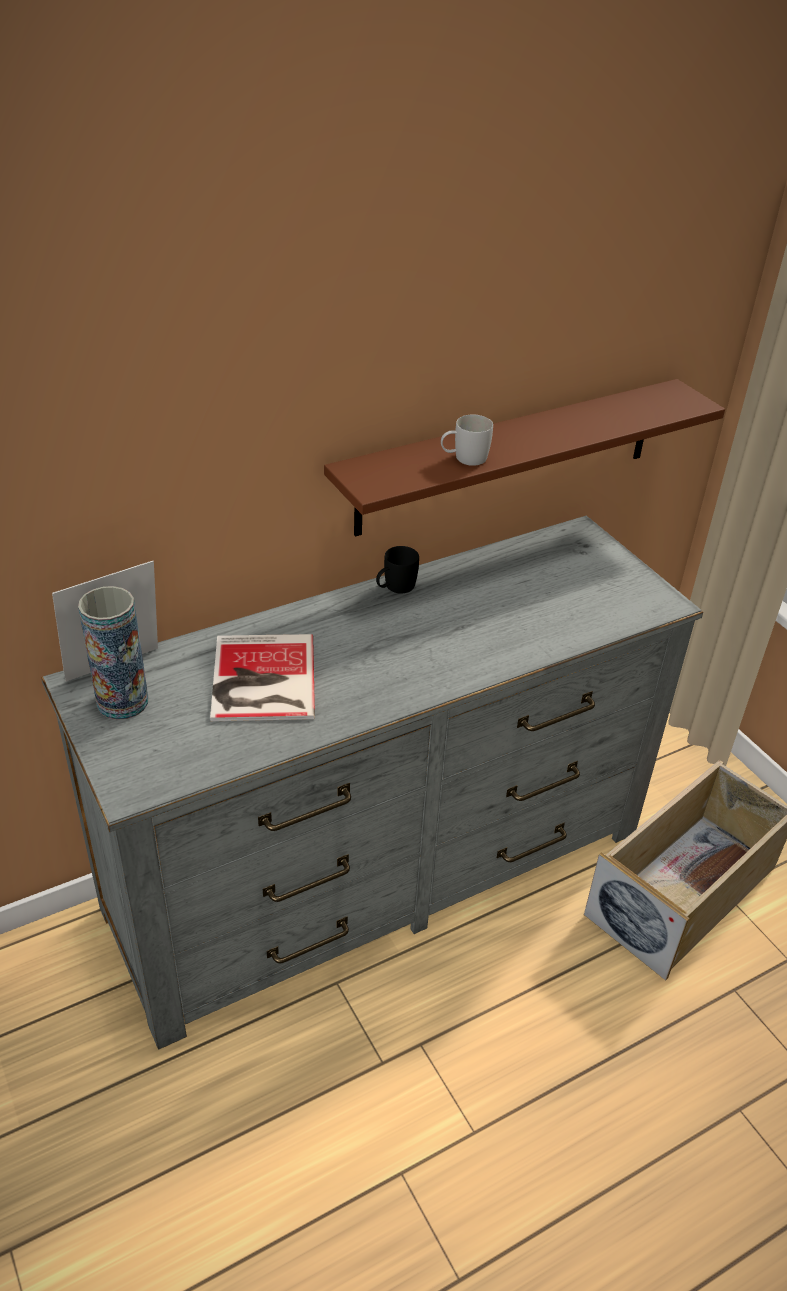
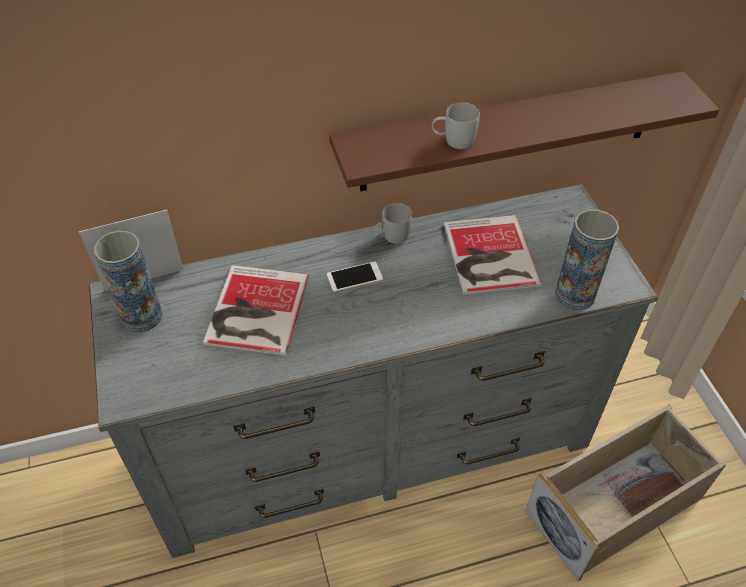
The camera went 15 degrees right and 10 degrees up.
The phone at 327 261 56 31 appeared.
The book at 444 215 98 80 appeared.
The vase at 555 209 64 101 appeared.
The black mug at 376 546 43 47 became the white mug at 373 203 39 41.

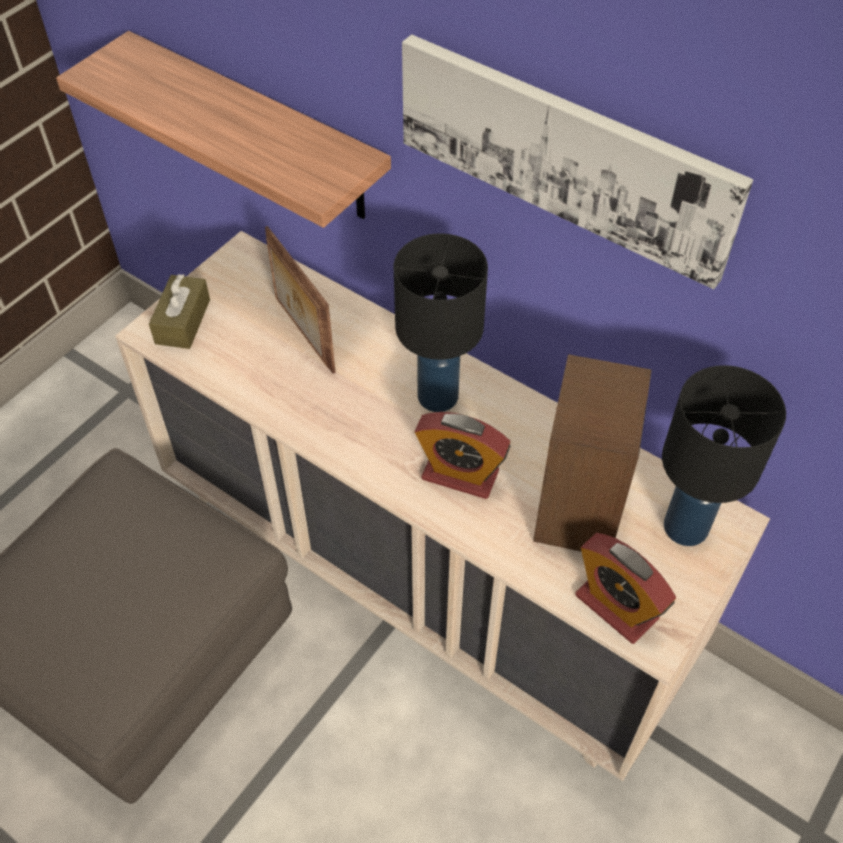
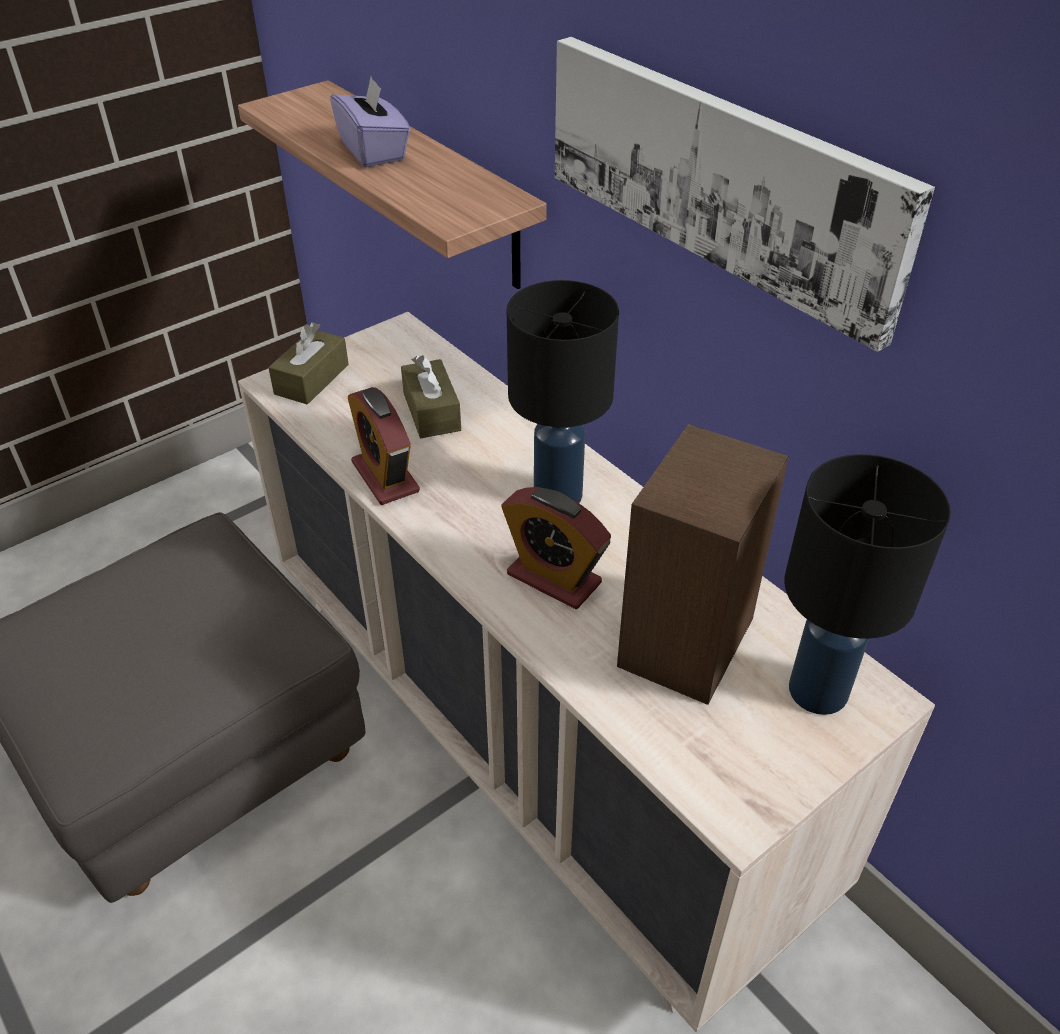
The camera went 15 degrees right and 10 degrees down.
The purple tissue box at 330 77 81 90 appeared.
The alarm clock moved from 575 533 101 111 to 347 387 73 118.
The picture frame at 265 226 71 148 was replaced by the brown tissue box at 401 355 60 83.

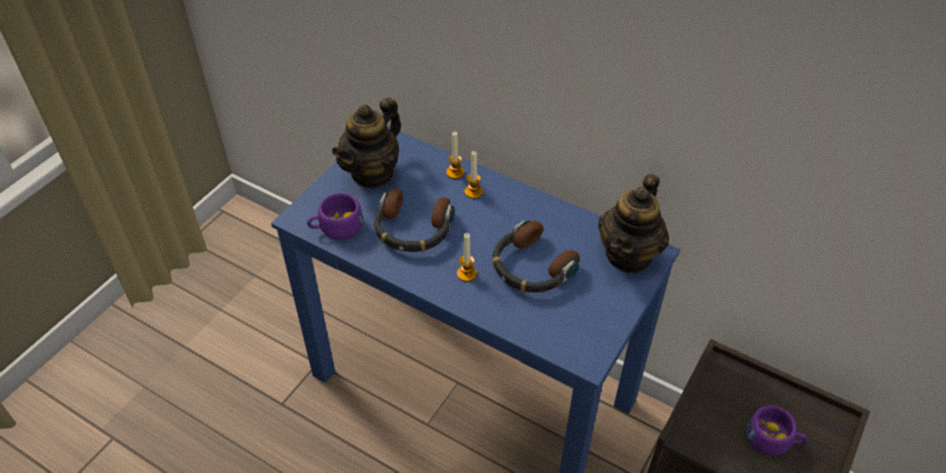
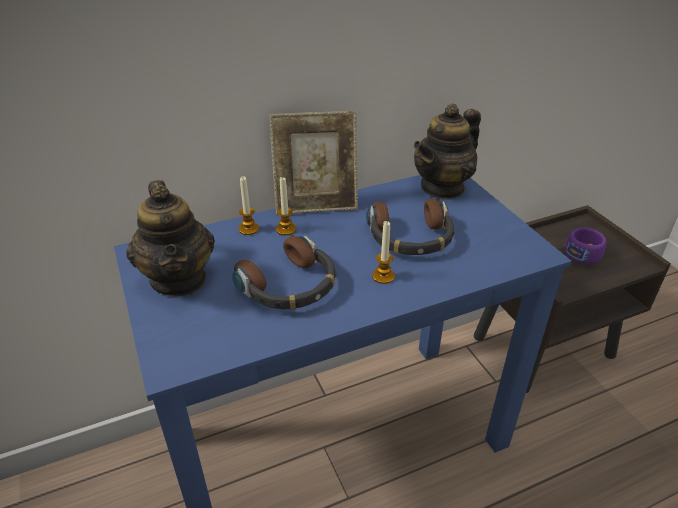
The camera went 55 degrees left and 10 degrees down.
The purple cup at 307 193 56 47 disappeared.
The picture frame at 269 111 89 104 appeared.
The teapot at 598 174 71 99 turned 75 degrees clockwise.

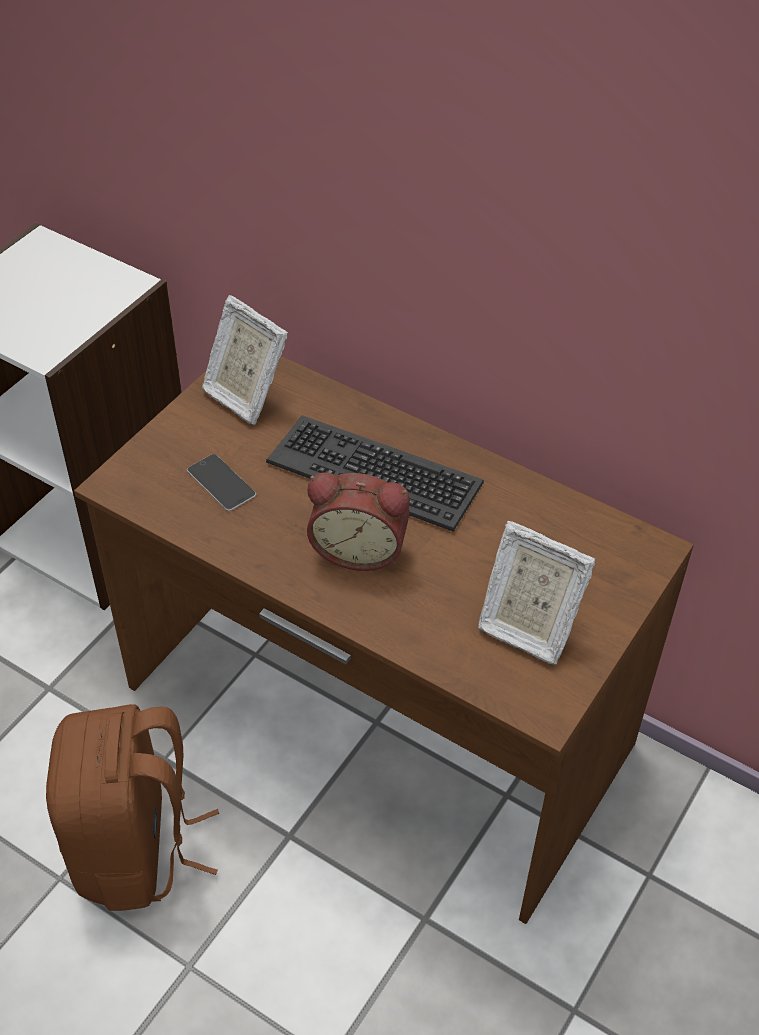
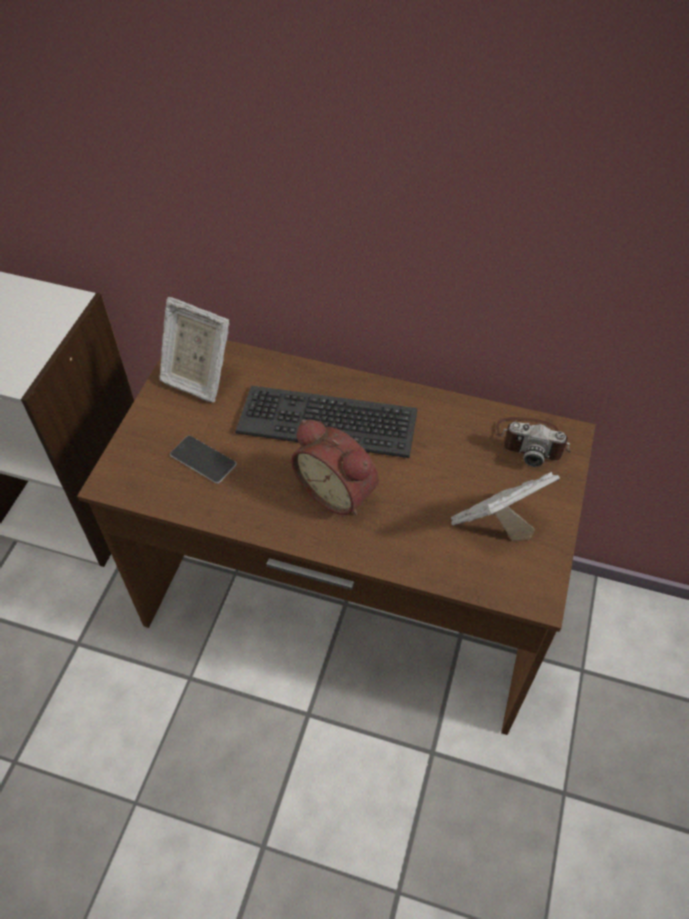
The camera went 15 degrees left and 5 degrees up.
The brown backpack at 46 704 173 207 disappeared.
The photo camera at 496 417 75 50 appeared.
The alarm clock at 307 472 103 99 turned 45 degrees clockwise.
The picture frame at 478 521 117 143 turned 135 degrees clockwise.

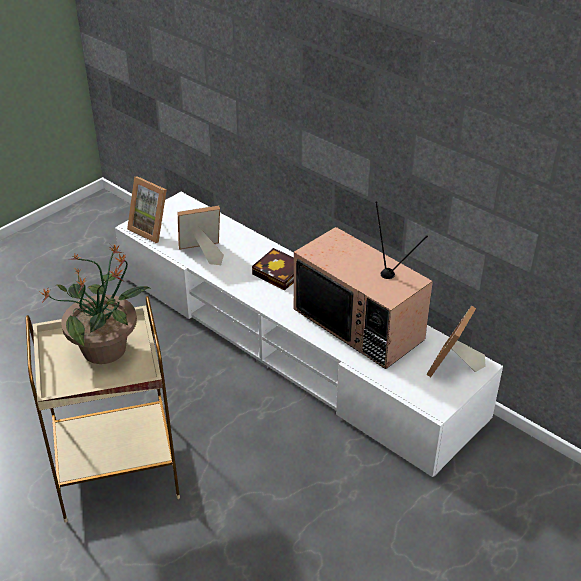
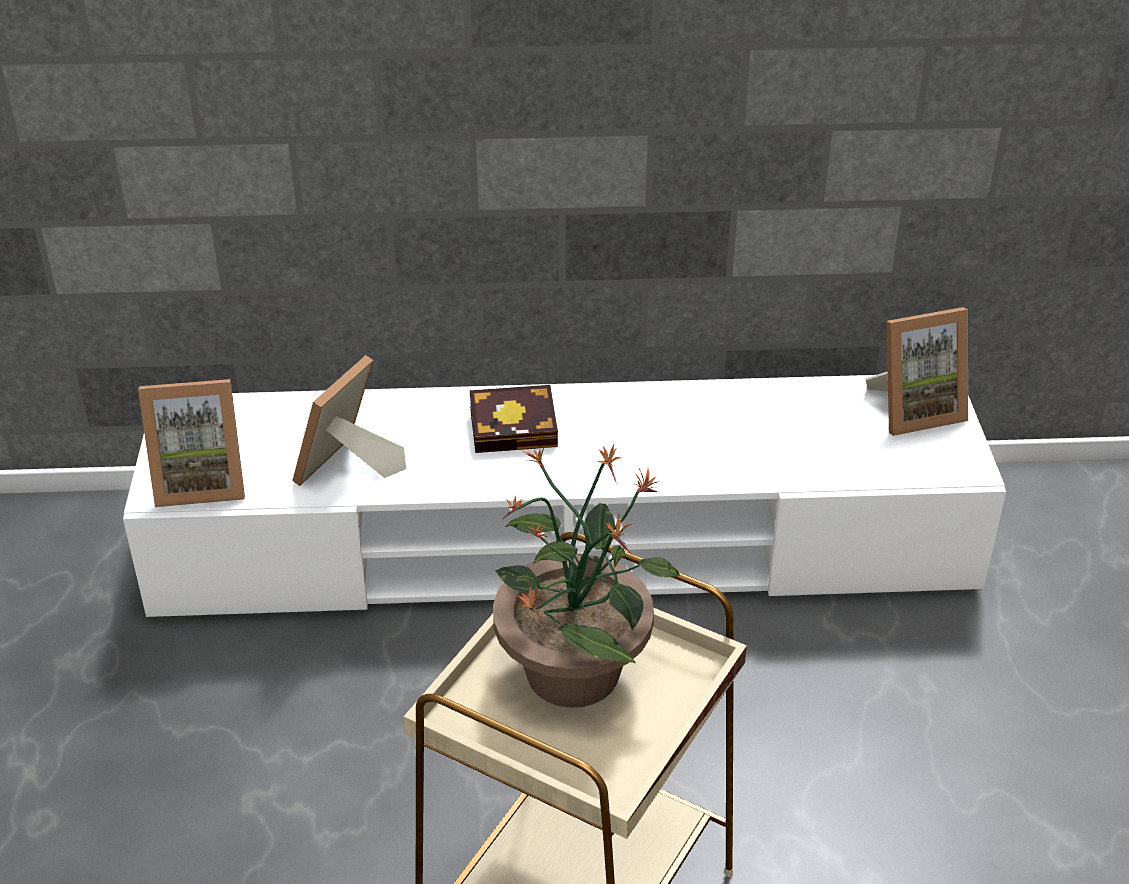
The camera went 45 degrees left and 0 degrees up.
The television at 294 201 139 168 disappeared.
The picture frame at 426 306 59 71 turned 90 degrees counterclockwise.

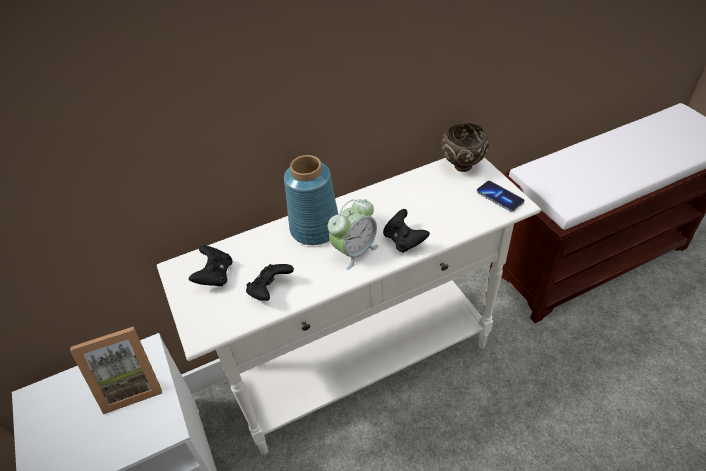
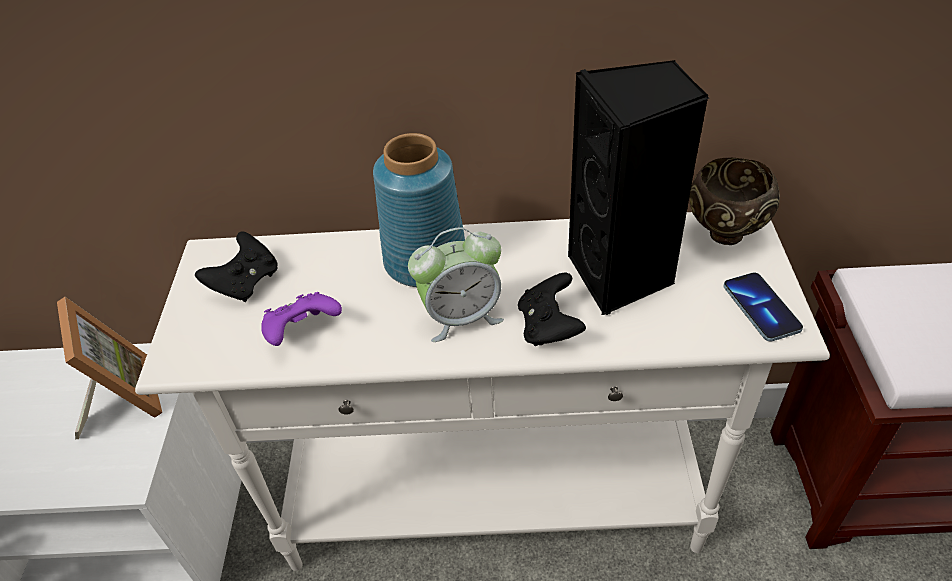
The camera went 25 degrees right and 0 degrees up.
The black speaker at 568 60 141 255 appeared.
The black game controller at 246 264 48 37 became the purple game controller at 261 292 81 54.
The picture frame at 70 326 92 88 turned 120 degrees counterclockwise.

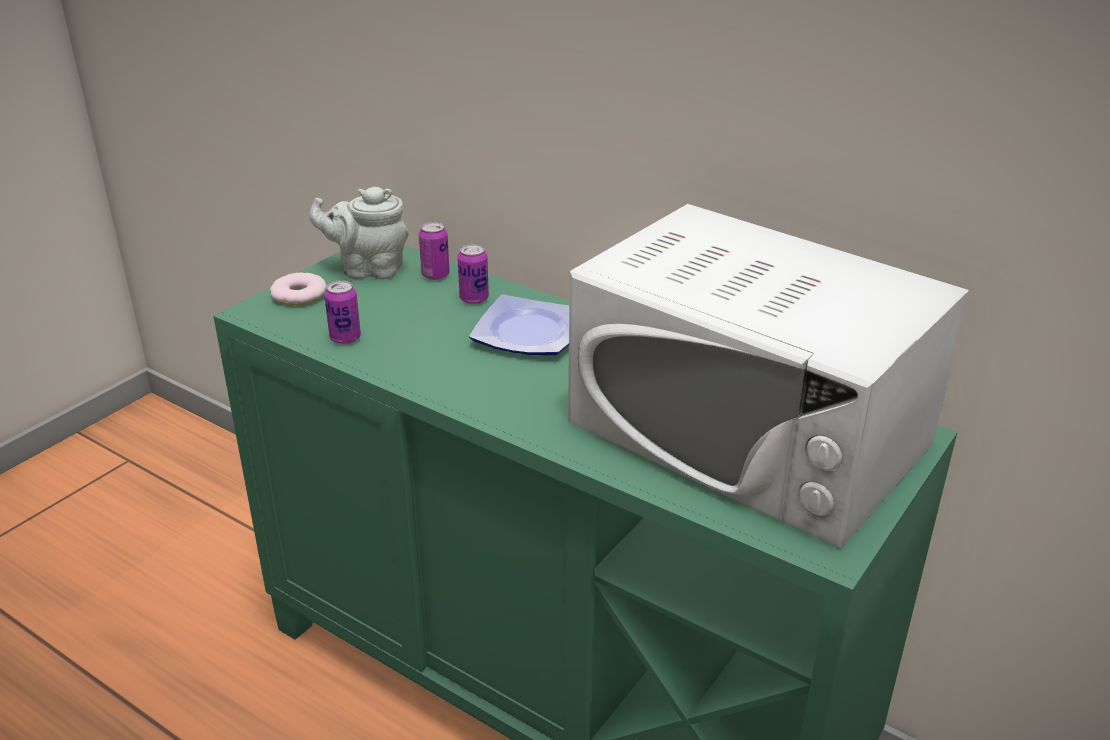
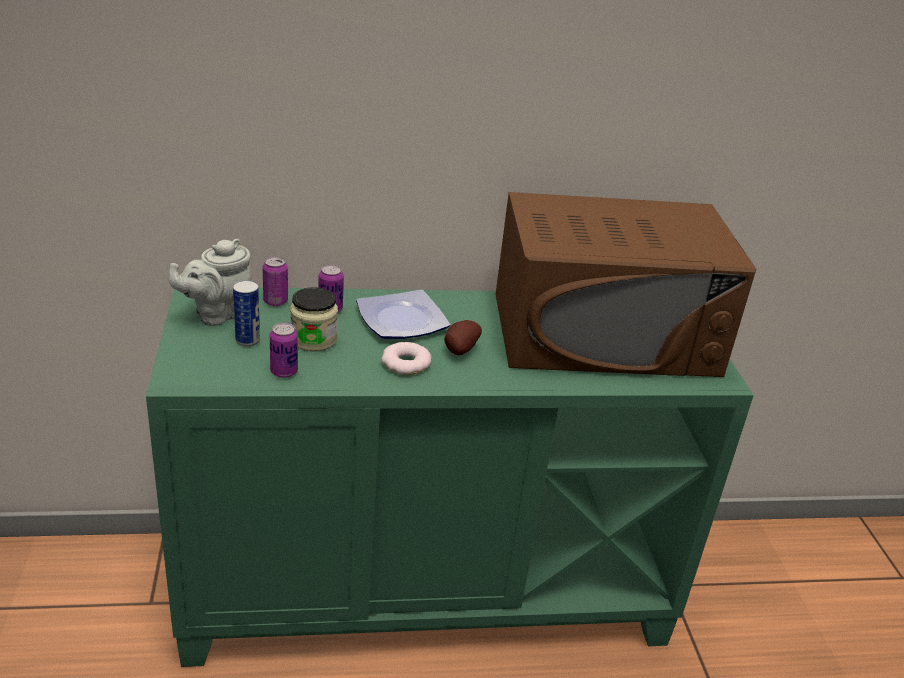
The camera went 45 degrees left and 0 degrees up.
The can at 233 280 27 67 appeared.
The jar at 290 287 48 64 appeared.
The potato at 444 320 38 35 appeared.
The donut moved from 270 273 57 32 to 381 342 51 33.
The white microwave at 568 204 401 344 became the brown microwave at 496 192 260 185.

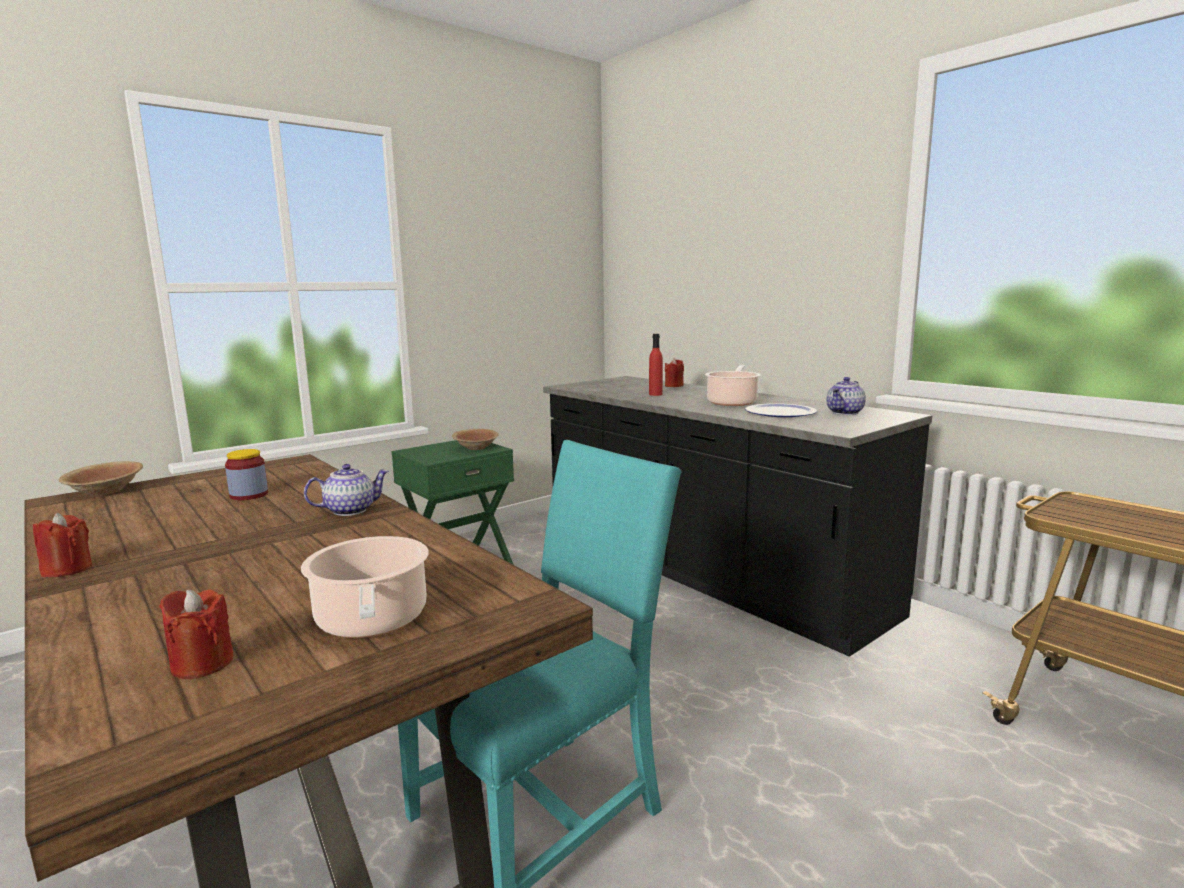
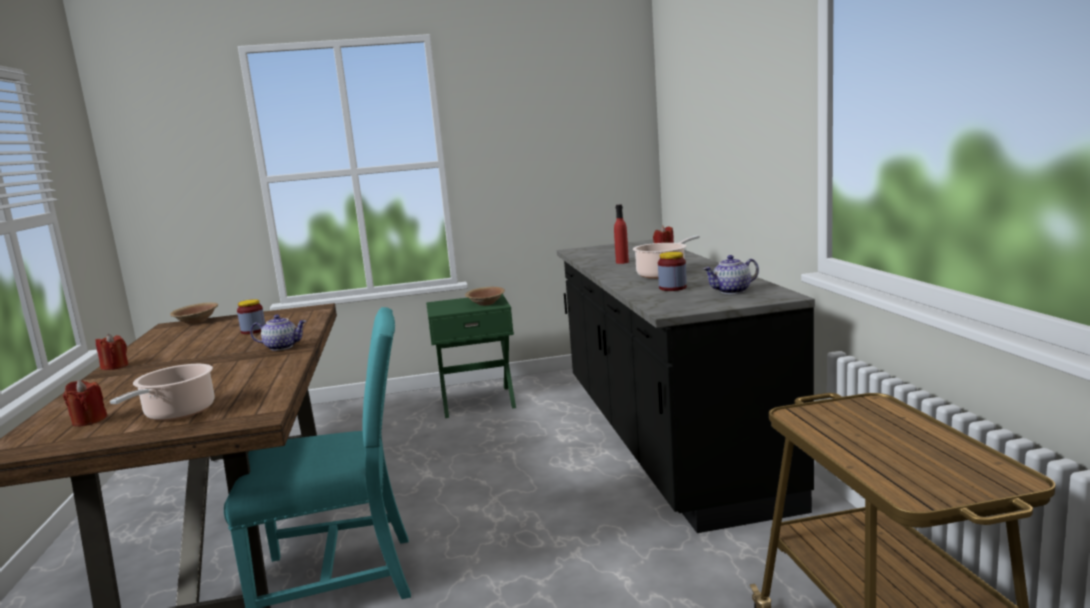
The camera went 30 degrees right and 0 degrees up.
The plate at 745 403 72 14 was replaced by the jar at 658 252 29 39.

